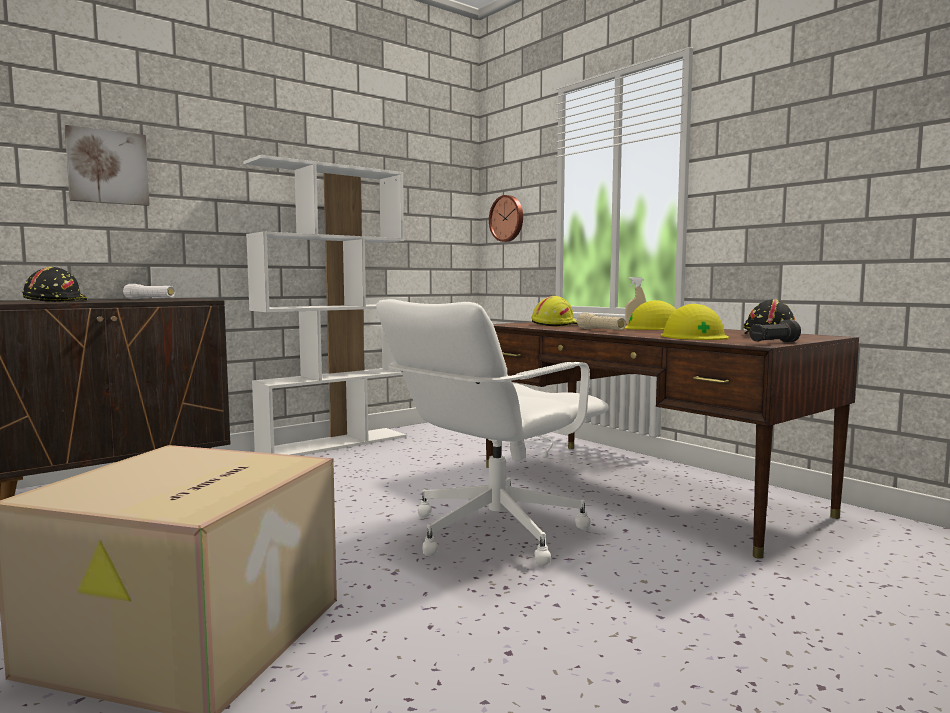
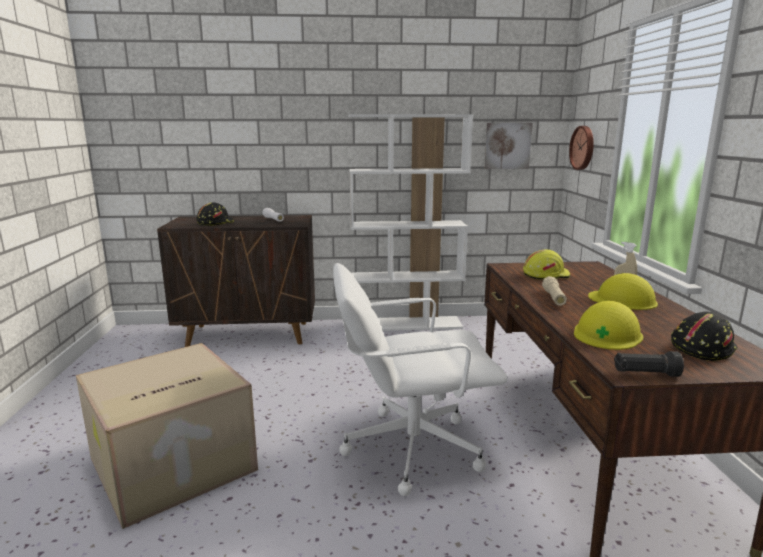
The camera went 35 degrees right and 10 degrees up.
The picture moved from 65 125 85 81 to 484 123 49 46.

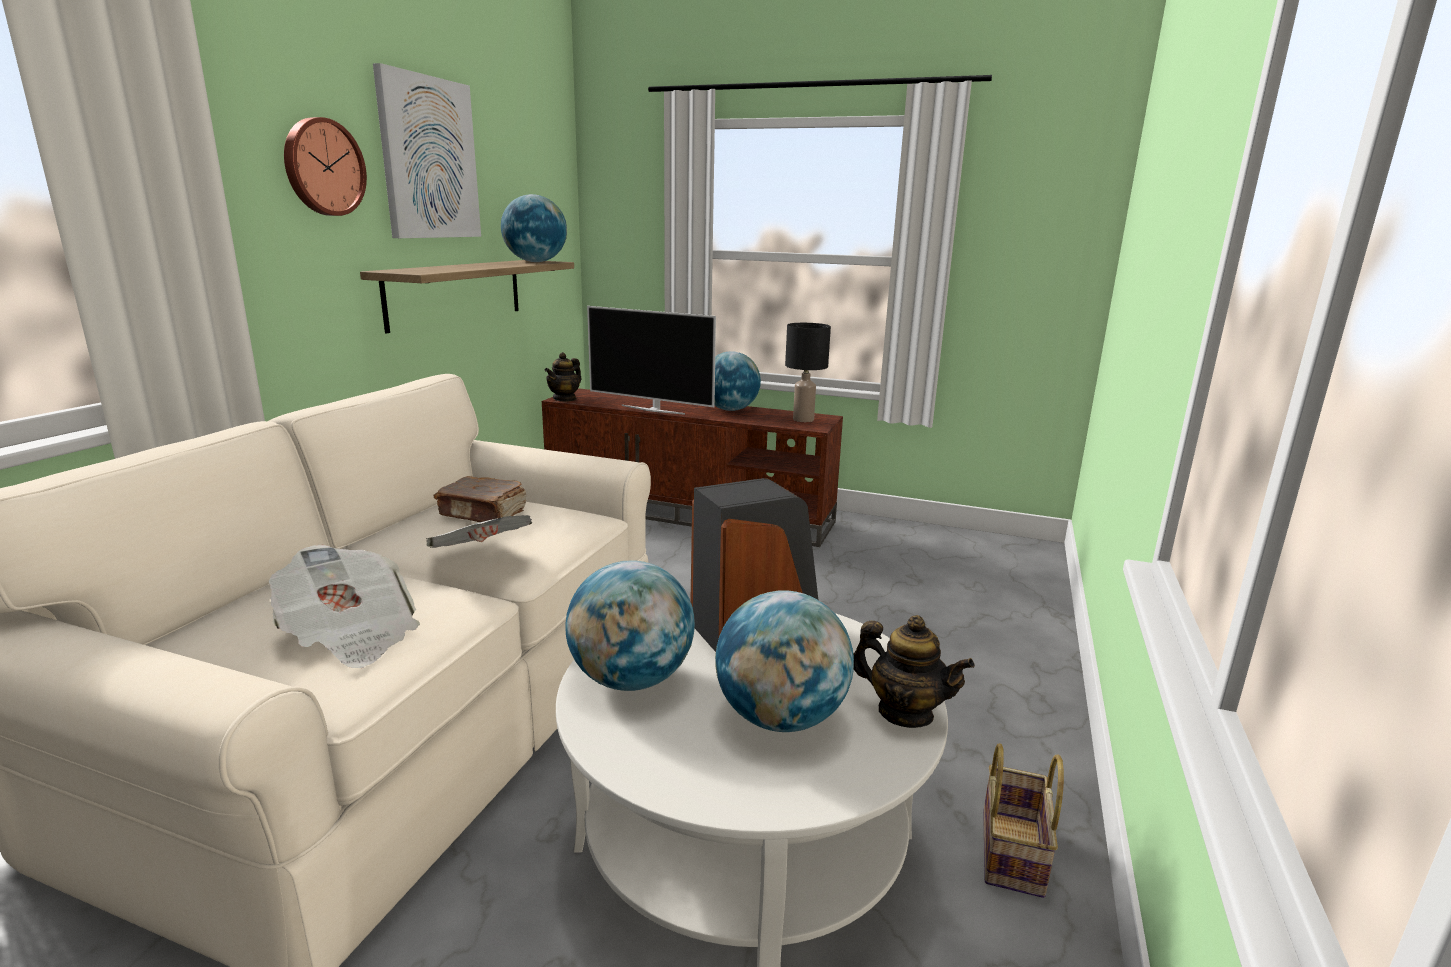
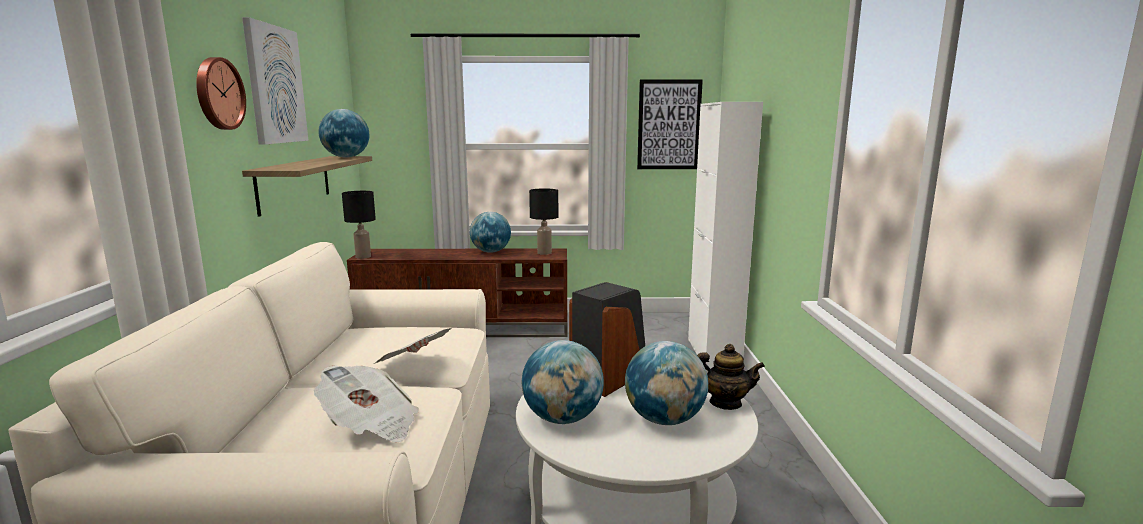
The camera went 20 degrees left and 5 degrees down.
The brown book at 434 476 92 46 disappeared.
The television at 587 306 129 109 disappeared.
The basket at 983 743 81 155 disappeared.
The picture at 637 79 66 90 appeared.
The white cabinet at 688 102 75 269 appeared.
The teapot at 545 352 37 50 was replaced by the black table lamp at 342 191 34 68.

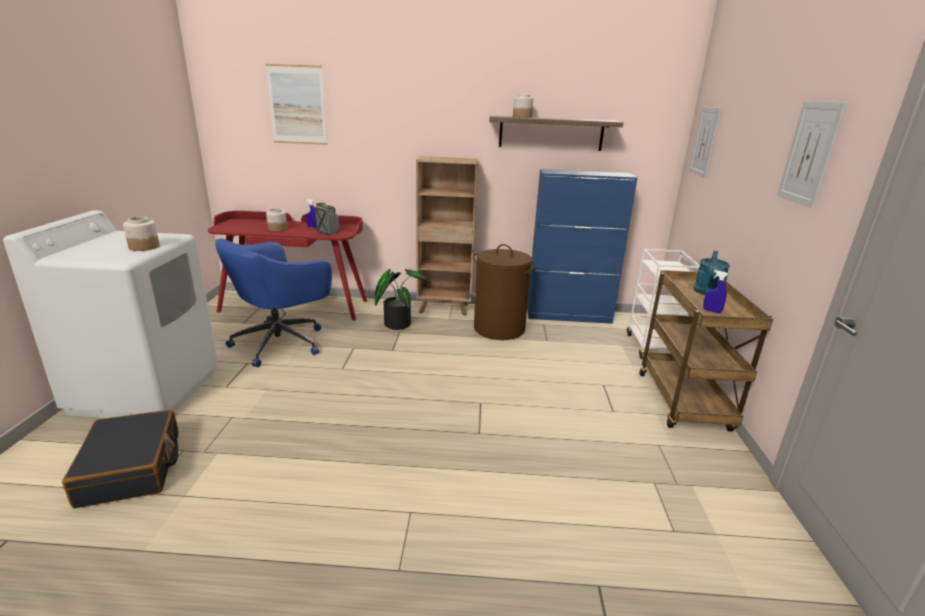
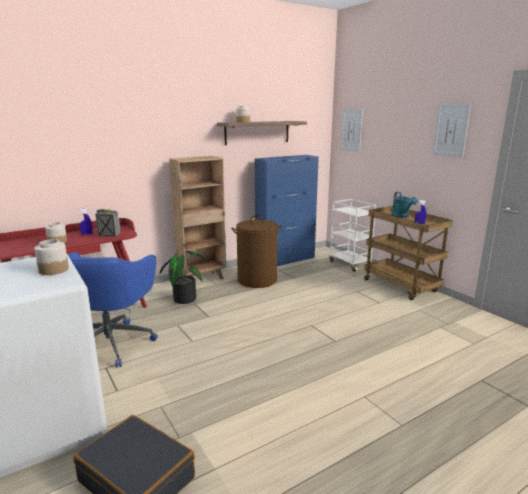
The camera went 35 degrees left and 5 degrees down.
The picture at 266 64 61 81 disappeared.

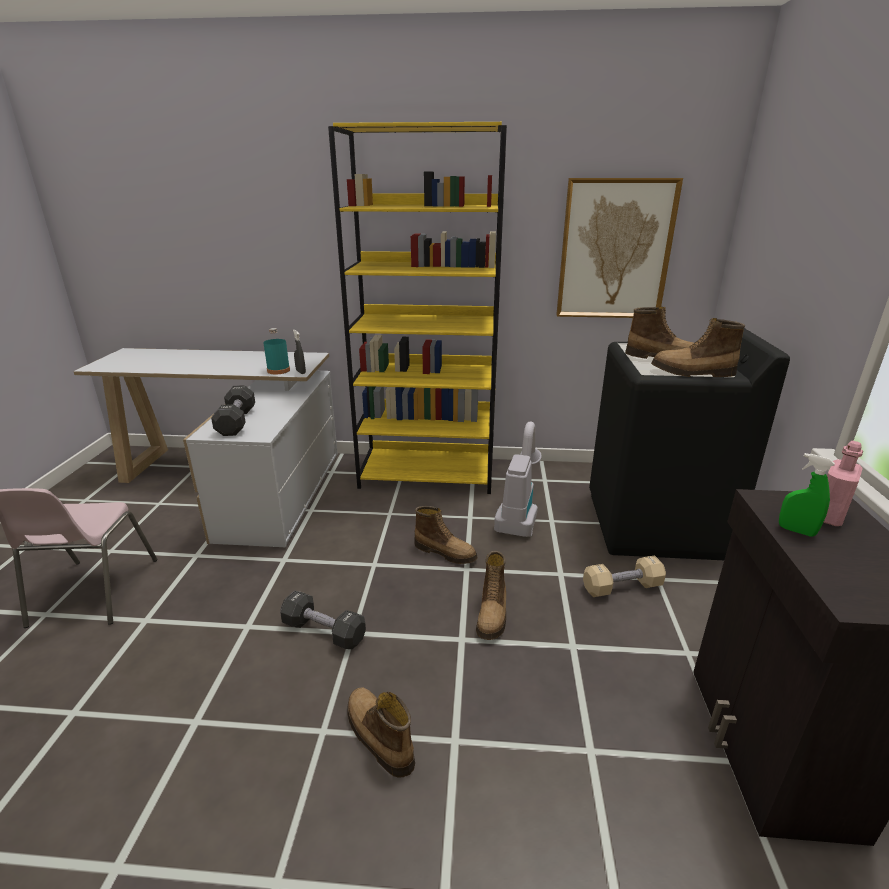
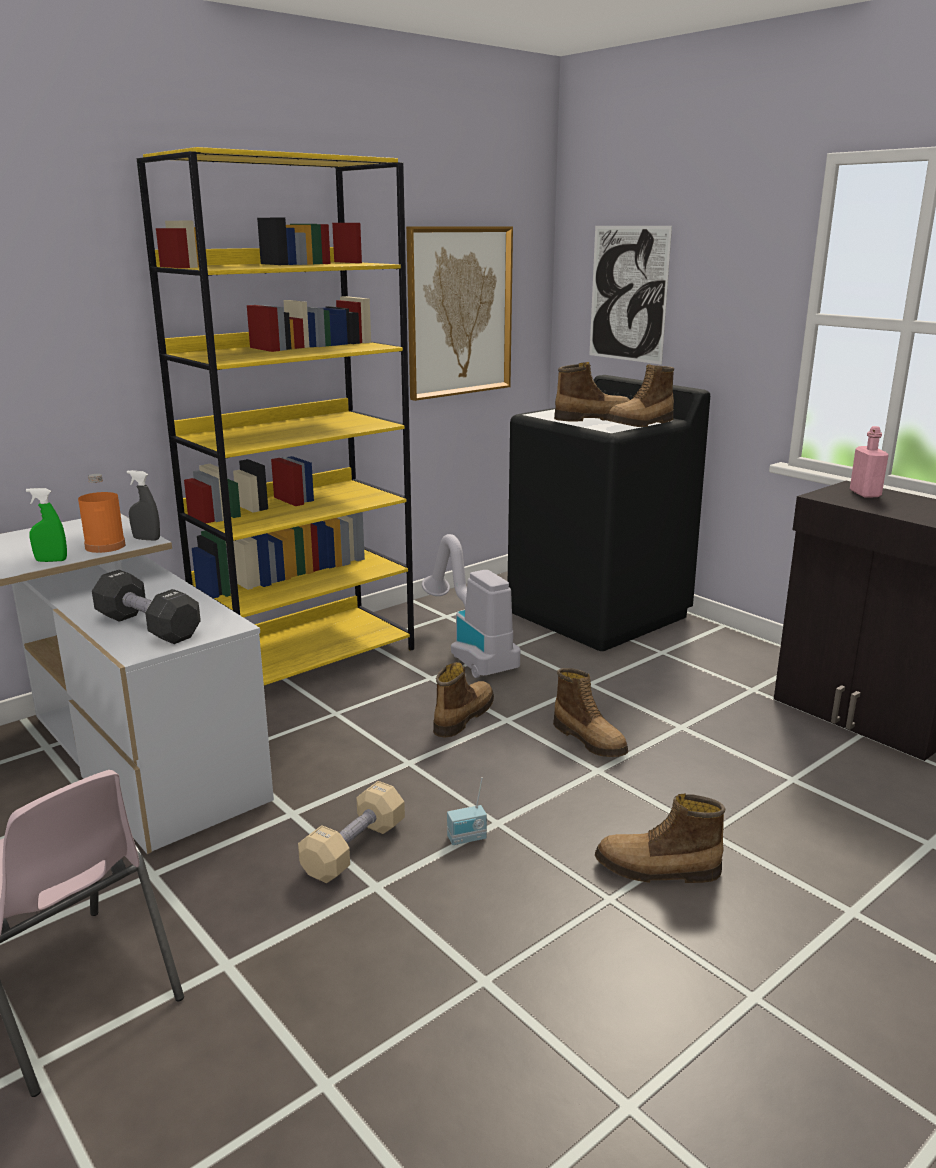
The camera went 45 degrees left and 5 degrees down.
The picture at 589 226 83 139 appeared.
The beige dumbbell moved from 583 555 83 42 to 298 781 107 102.
The green spray bottle moved from 779 453 56 84 to 26 488 41 74.
The black dumbbell at 280 591 86 58 was replaced by the radio at 447 777 40 68.
The turquoise bottle at 263 328 27 46 became the orange bottle at 78 474 47 79.
The boot at 414 506 64 58 turned 45 degrees counterclockwise.

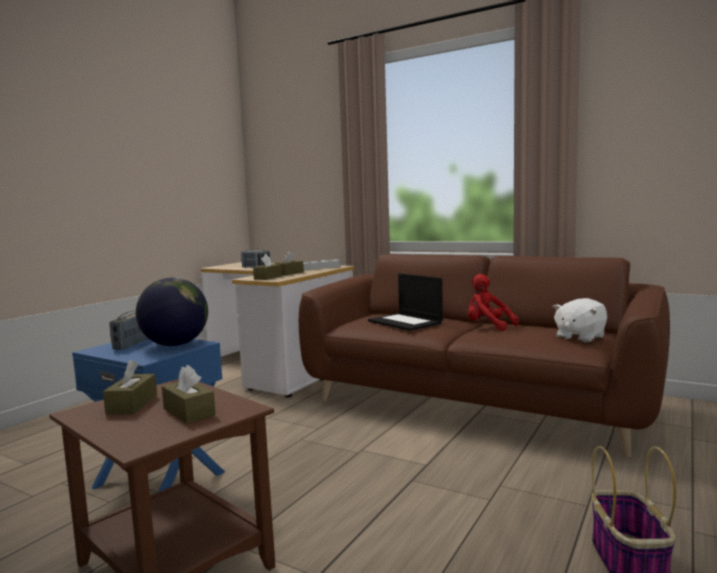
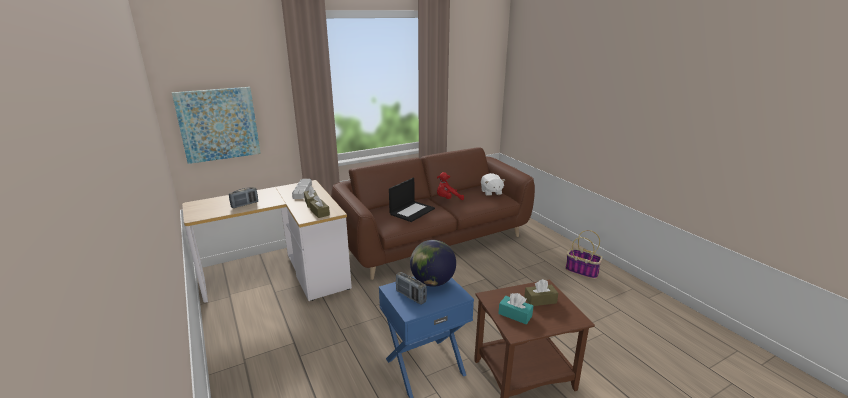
The camera went 60 degrees left and 15 degrees up.
The picture at 172 87 89 77 appeared.
The brown tissue box at 103 360 54 55 became the turquoise tissue box at 498 293 35 31.
The laptop at 368 273 75 58 turned 45 degrees counterclockwise.

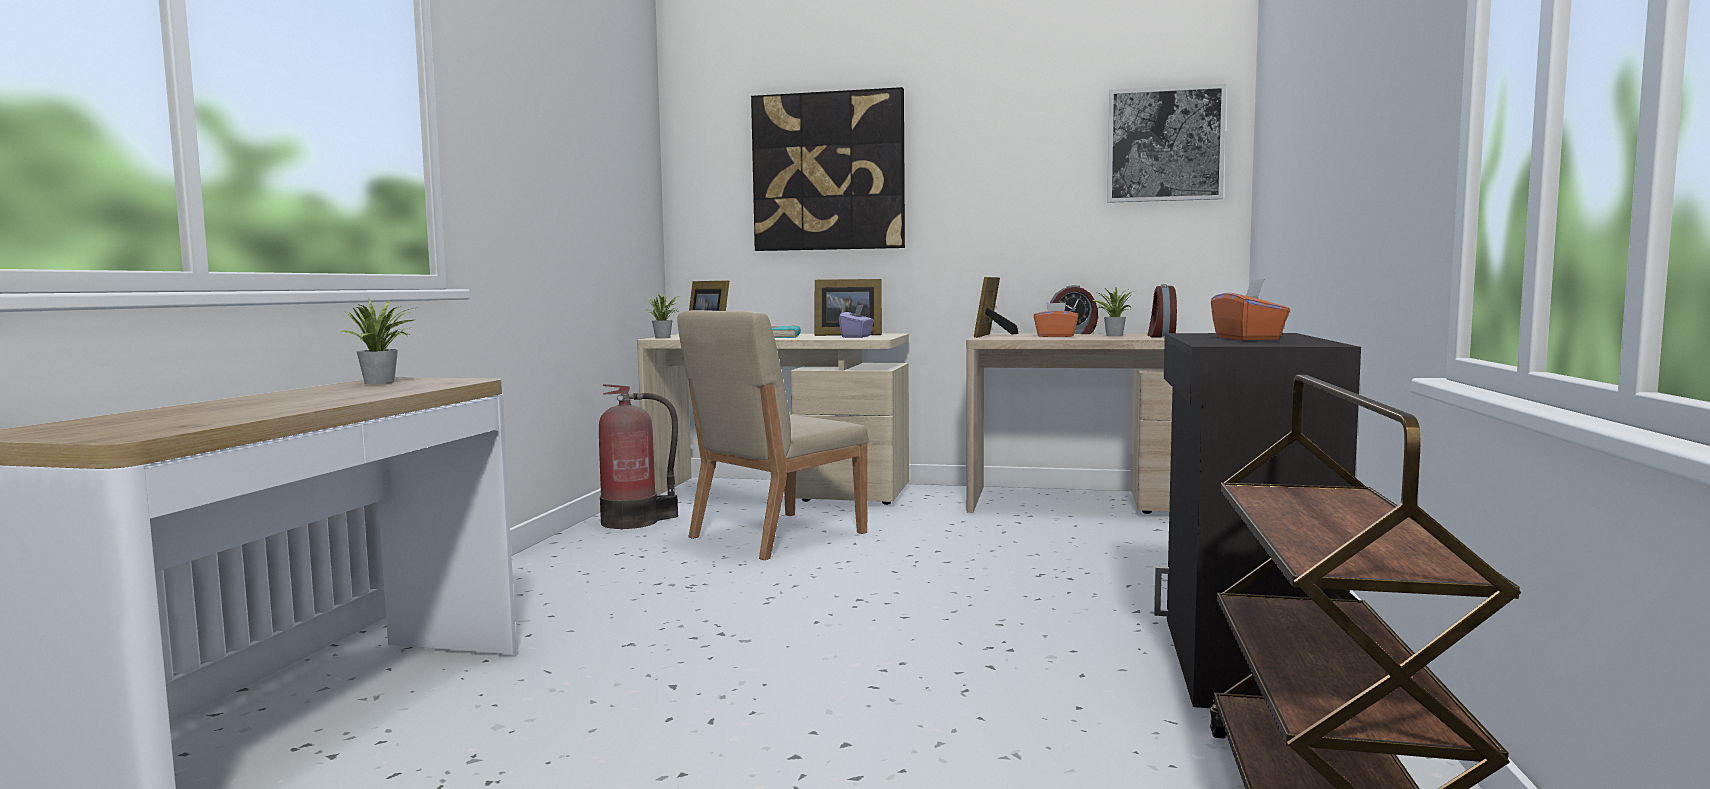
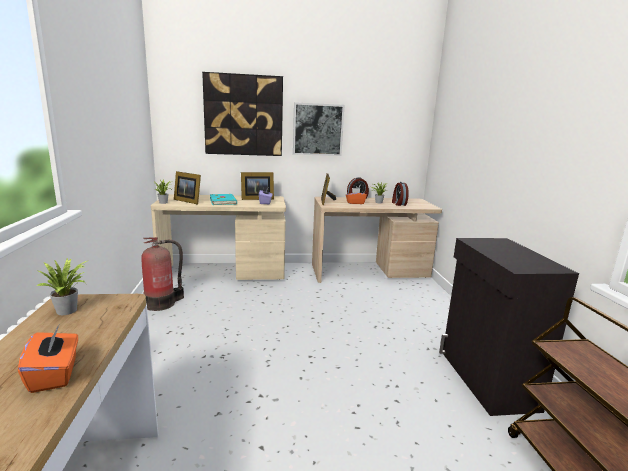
The camera went 20 degrees left and 10 degrees up.
The beige chair at 677 310 192 250 disappeared.
The picture moved from 1107 83 120 120 to 293 102 52 54.
The orange tissue box moved from 1211 279 79 61 to 18 325 60 68.

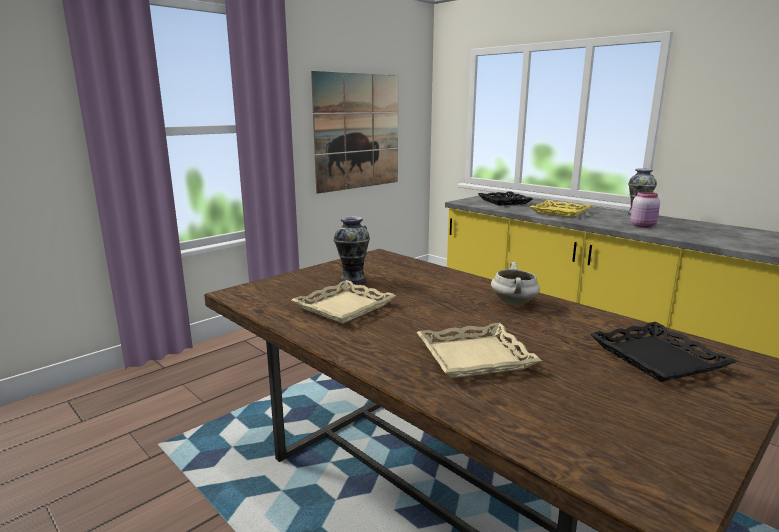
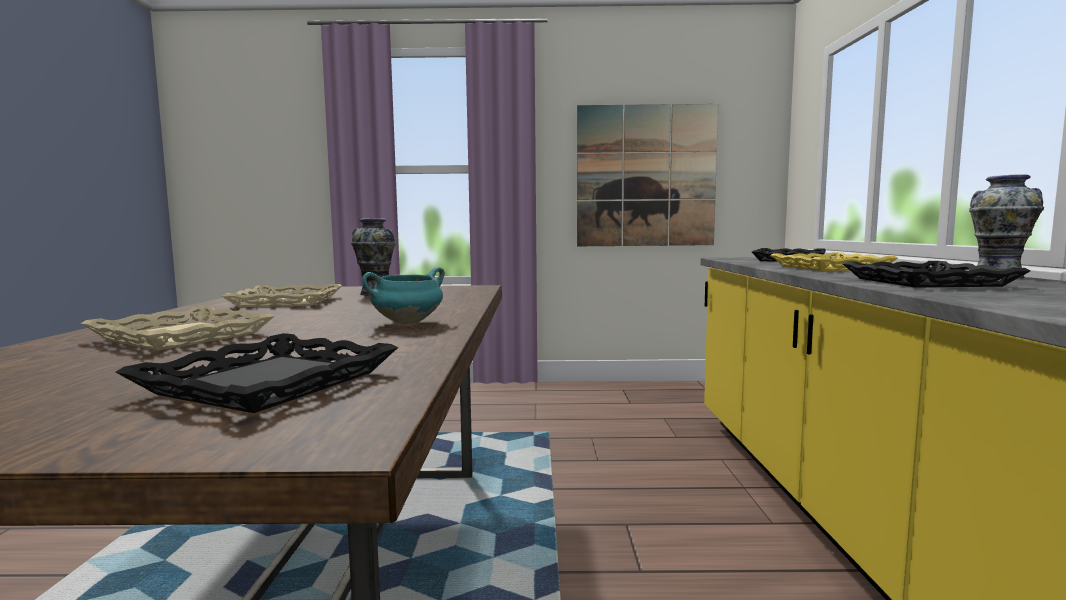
The camera went 45 degrees right and 10 degrees down.
The pink jar at 630 192 30 36 was replaced by the black tray at 843 261 187 26.
The white cooking pot at 491 262 49 43 became the turquoise cooking pot at 362 267 83 57.

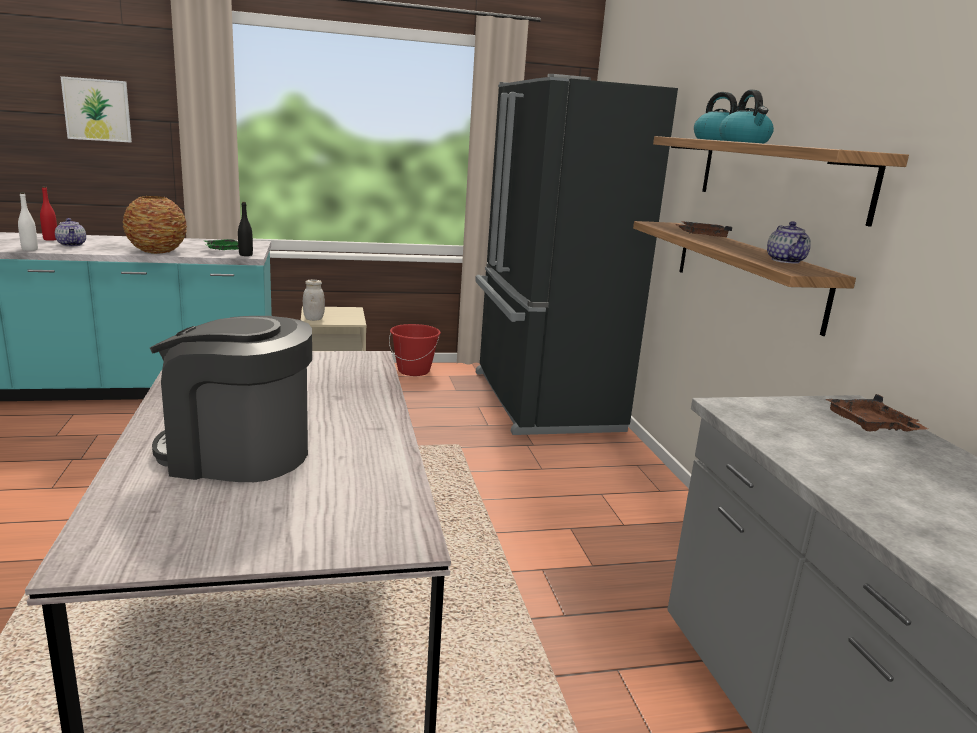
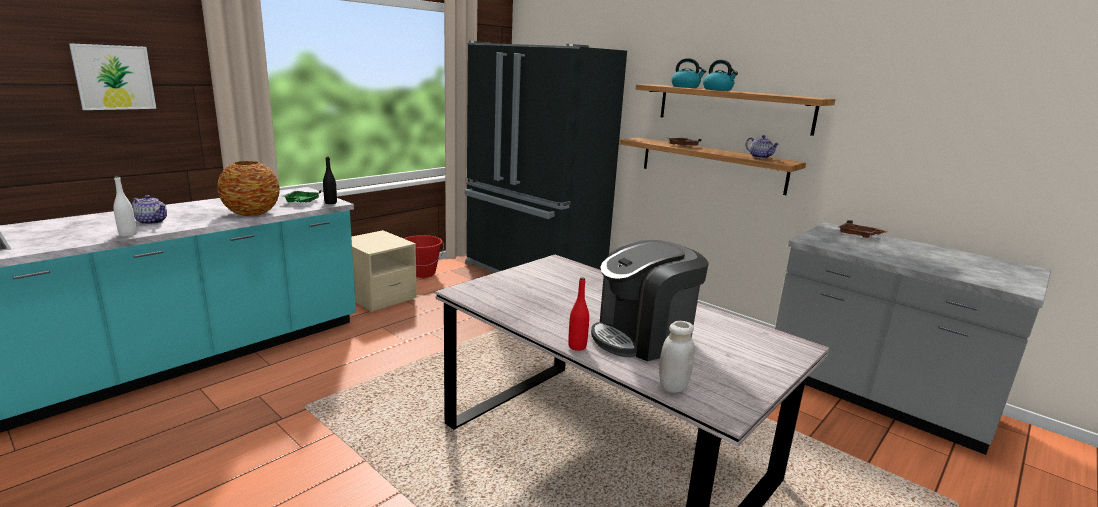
The camera went 35 degrees left and 0 degrees up.
The red bottle moved from 40 186 17 55 to 568 277 21 74.
The white jar moved from 303 280 22 41 to 659 321 35 72.

